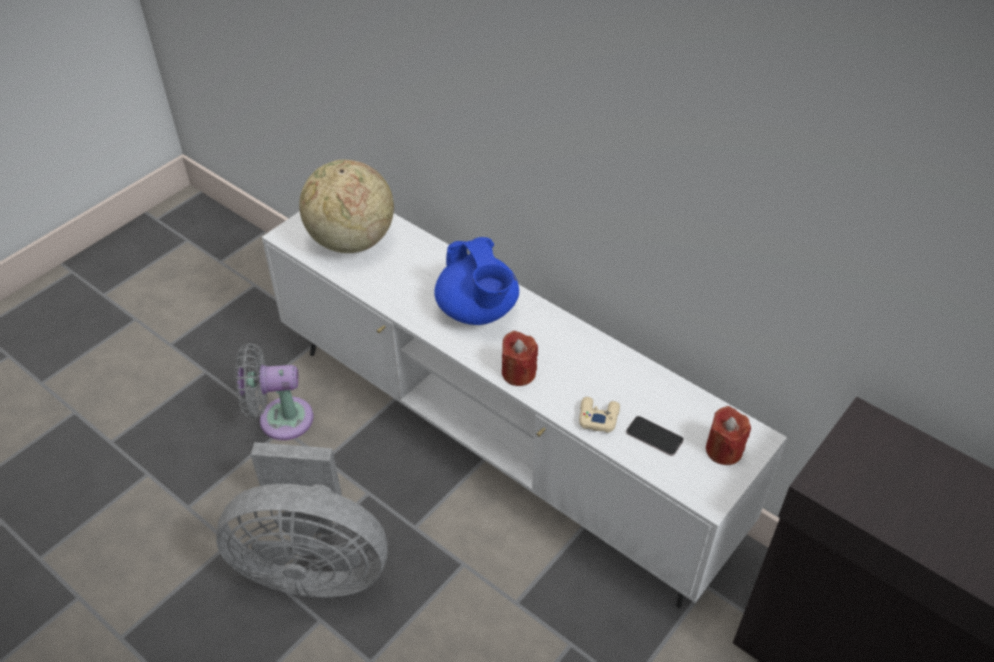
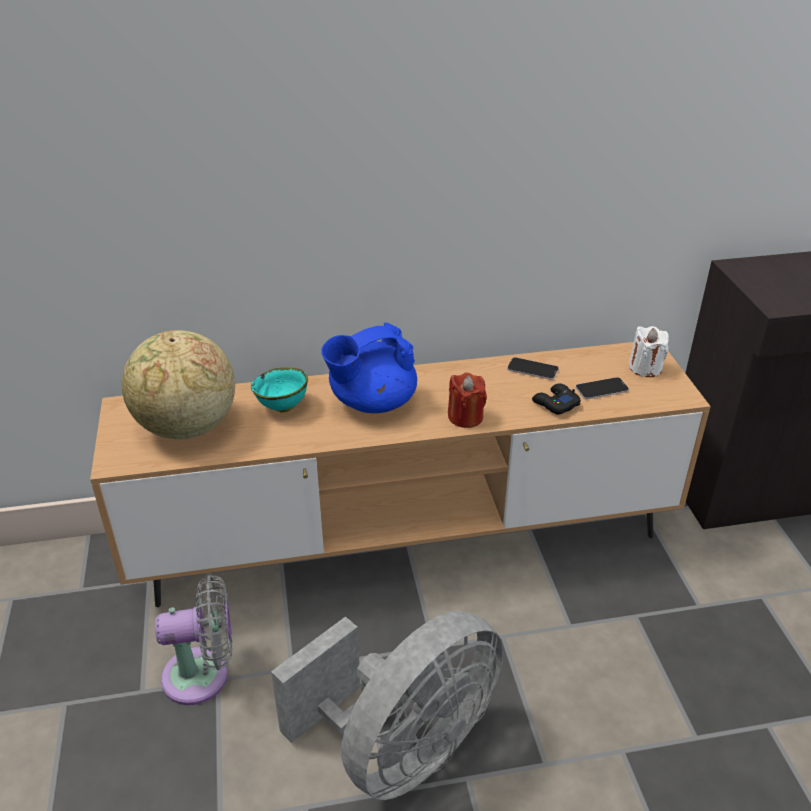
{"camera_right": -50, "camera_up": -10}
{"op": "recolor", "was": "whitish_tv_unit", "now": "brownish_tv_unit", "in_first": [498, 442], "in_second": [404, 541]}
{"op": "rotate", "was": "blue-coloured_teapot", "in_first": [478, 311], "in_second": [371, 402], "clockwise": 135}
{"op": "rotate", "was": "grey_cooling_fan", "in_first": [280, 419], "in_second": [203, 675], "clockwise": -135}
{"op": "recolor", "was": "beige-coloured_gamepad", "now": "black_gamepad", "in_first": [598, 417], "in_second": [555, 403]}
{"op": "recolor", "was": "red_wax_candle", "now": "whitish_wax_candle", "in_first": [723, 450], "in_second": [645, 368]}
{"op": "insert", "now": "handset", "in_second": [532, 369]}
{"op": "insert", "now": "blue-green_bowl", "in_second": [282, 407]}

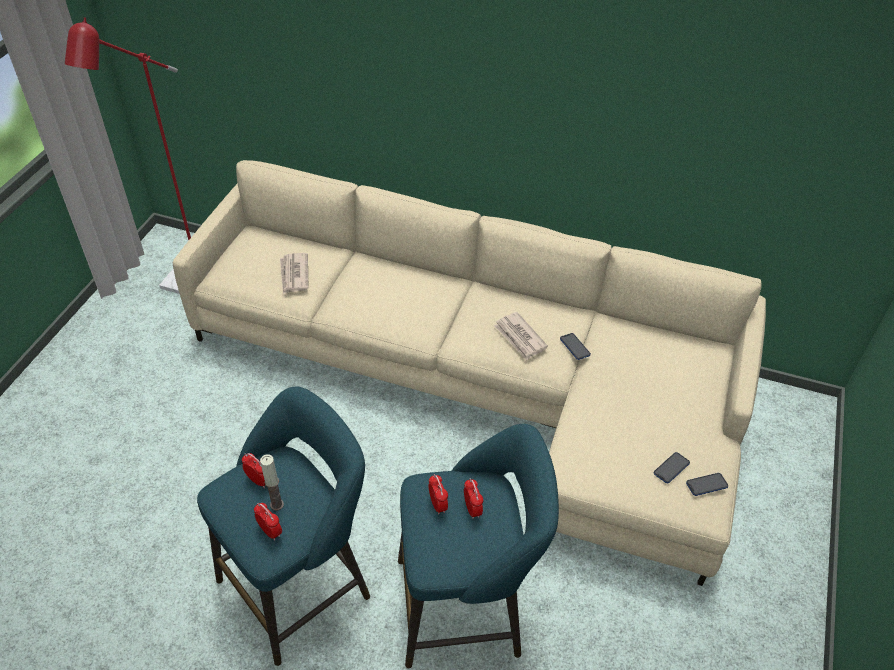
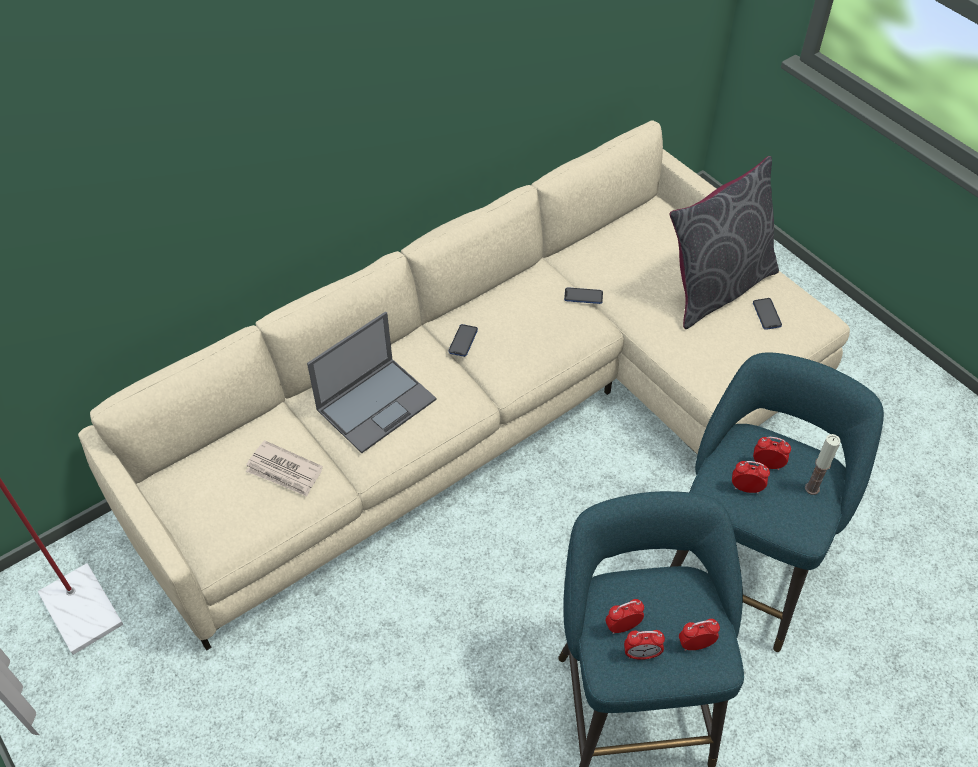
{"camera_right": -55, "camera_up": 5}
{"op": "delete", "was": "daily_paper", "in_first": [520, 338]}
{"op": "move", "was": "wax_candle", "in_first": [277, 504], "in_second": [812, 488]}
{"op": "move", "was": "handset", "in_first": [706, 485], "in_second": [463, 341]}
{"op": "insert", "now": "grey_cushion", "in_second": [716, 287]}
{"op": "insert", "now": "portable_computer", "in_second": [377, 403]}
{"op": "insert", "now": "table_clock", "in_second": [641, 654]}

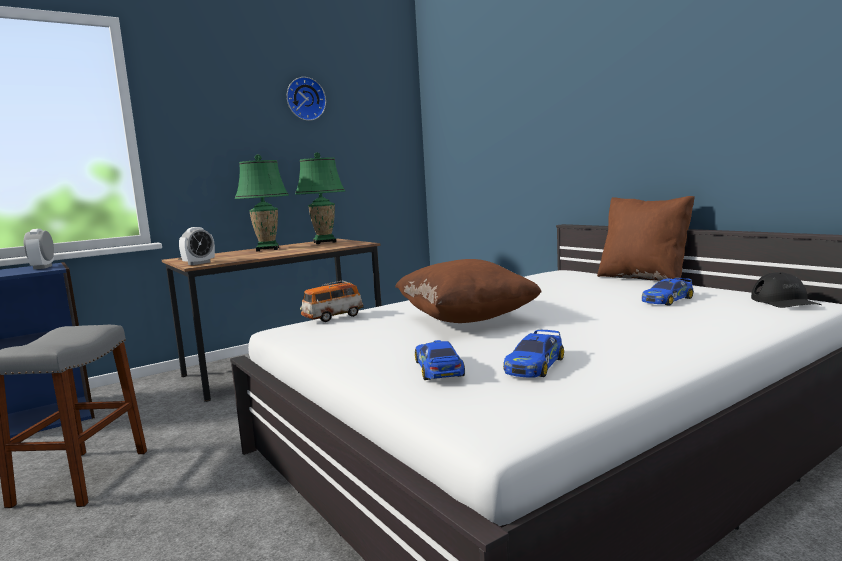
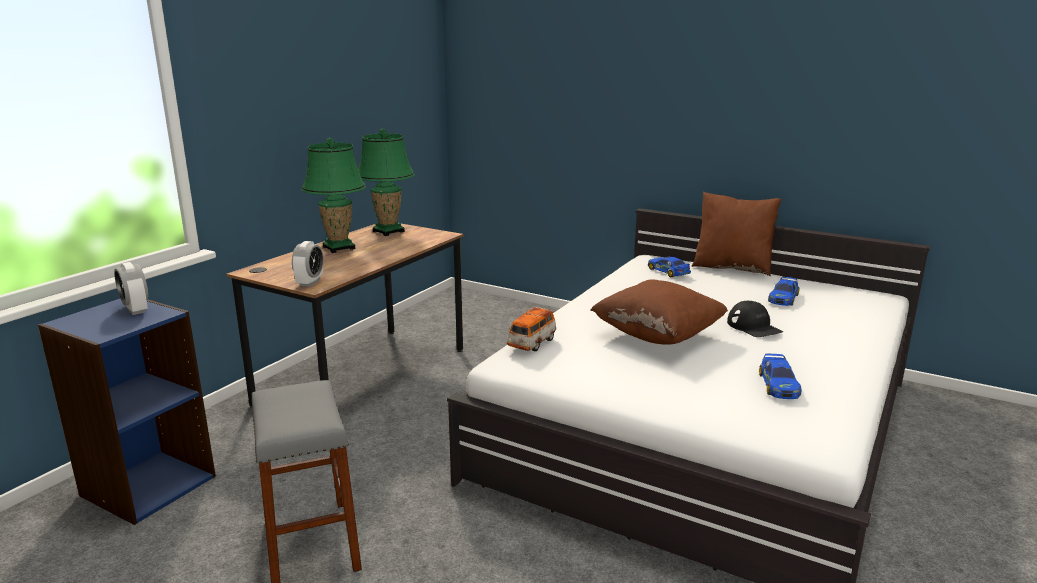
{"camera_right": -25, "camera_up": 10}
{"op": "delete", "was": "clock_on_the_wall", "in_first": [305, 99]}
{"op": "move", "was": "black_peaked_cap", "in_first": [784, 301], "in_second": [754, 327]}
{"op": "move", "was": "model_car", "in_first": [439, 369], "in_second": [668, 271]}

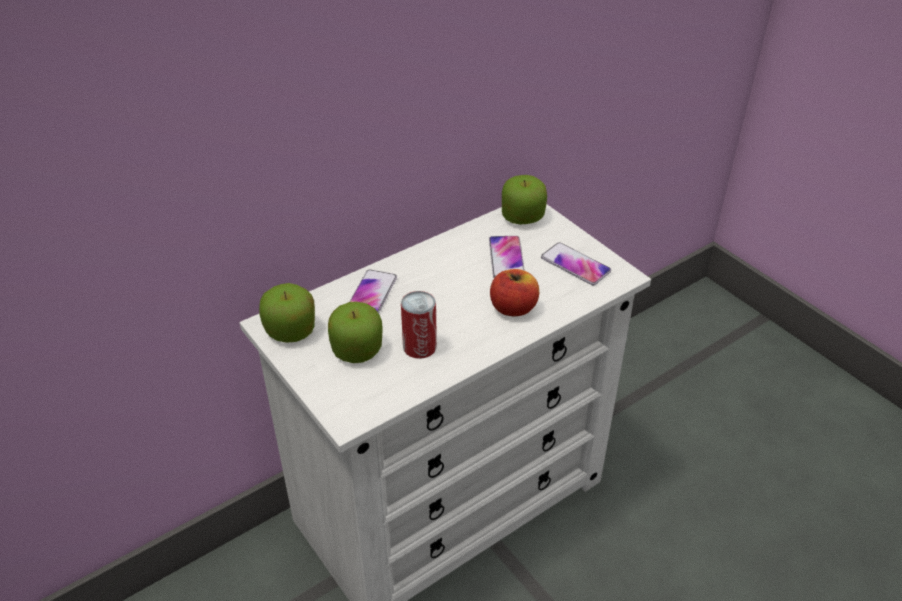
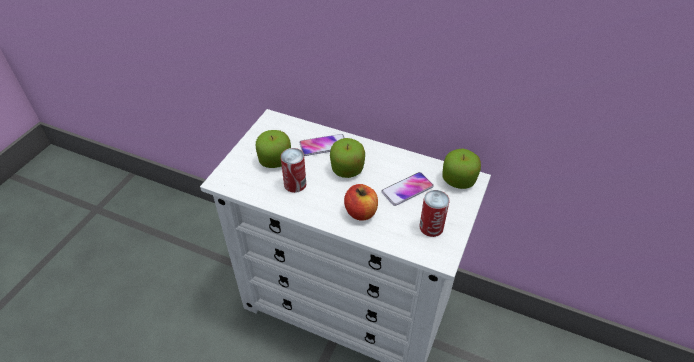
{"camera_right": 60, "camera_up": 5}
{"op": "replace", "was": "handset", "now": "can", "in_first": [575, 265], "in_second": [431, 227]}
{"op": "move", "was": "apple_fruit", "in_first": [291, 330], "in_second": [347, 169]}

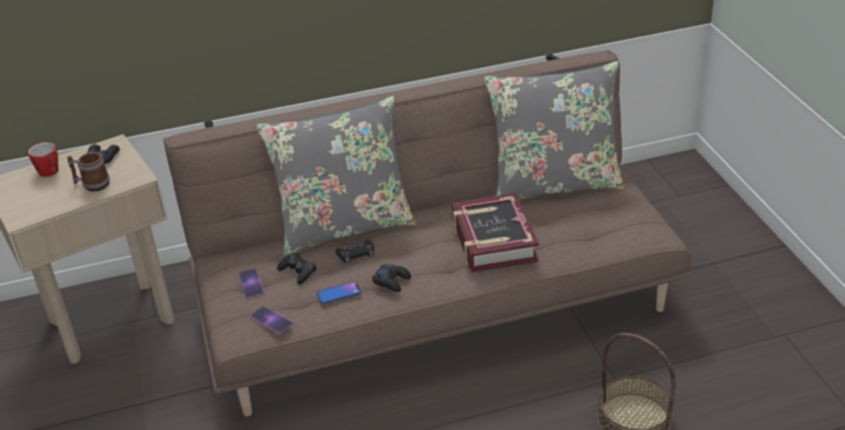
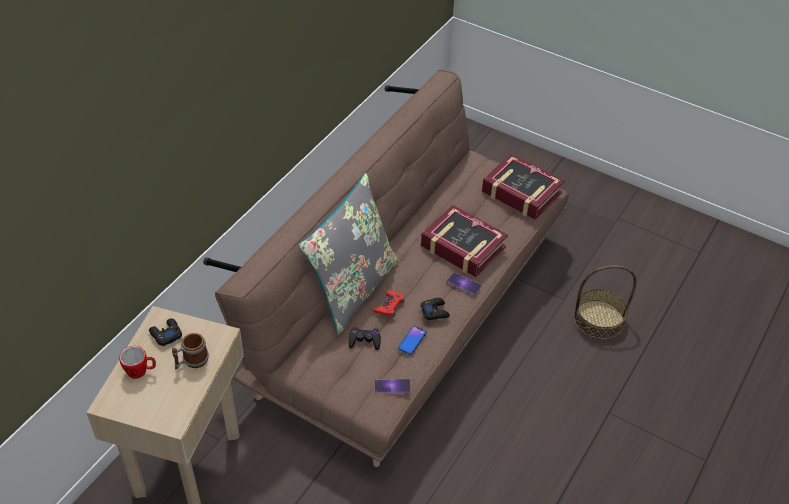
{"camera_right": -45, "camera_up": 10}
{"op": "delete", "was": "grey_cushion", "in_first": [554, 184]}
{"op": "recolor", "was": "black_gamepad", "now": "red_gamepad", "in_first": [356, 255], "in_second": [389, 306]}
{"op": "move", "was": "handset", "in_first": [251, 283], "in_second": [463, 284]}
{"op": "insert", "now": "bound_book", "in_second": [521, 192]}

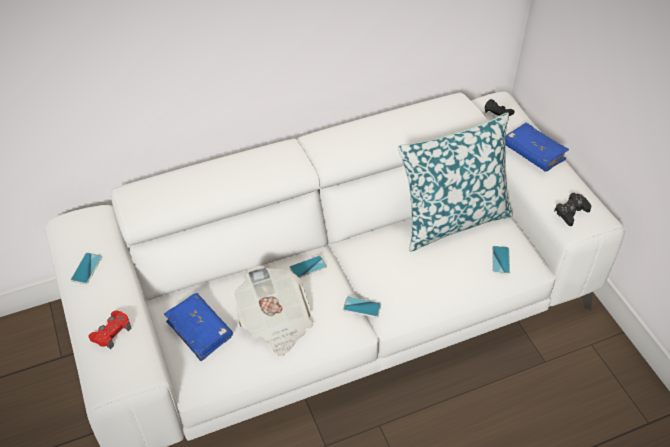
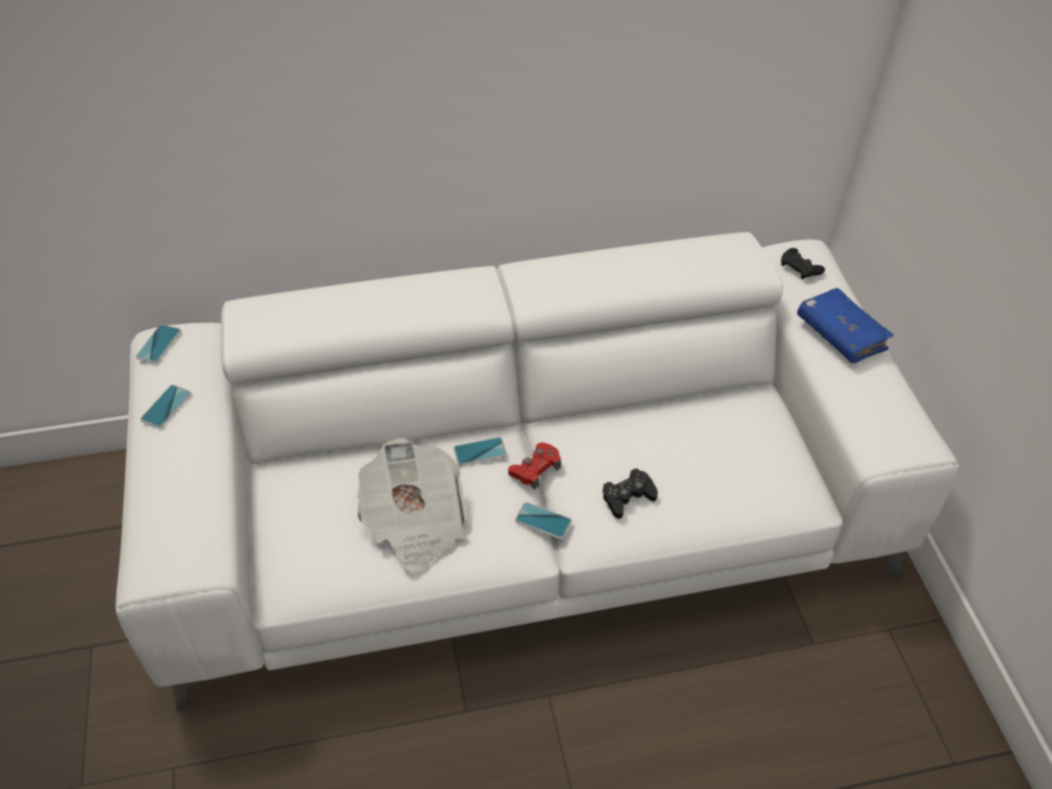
{"camera_right": 10, "camera_up": 0}
{"op": "delete", "was": "cushion", "in_first": [452, 219]}
{"op": "move", "was": "black_gamepad", "in_first": [571, 212], "in_second": [628, 497]}
{"op": "move", "was": "handset", "in_first": [500, 260], "in_second": [158, 344]}
{"op": "delete", "was": "blue-coloured_bound_book", "in_first": [199, 330]}
{"op": "move", "was": "red_gamepad", "in_first": [111, 332], "in_second": [535, 469]}

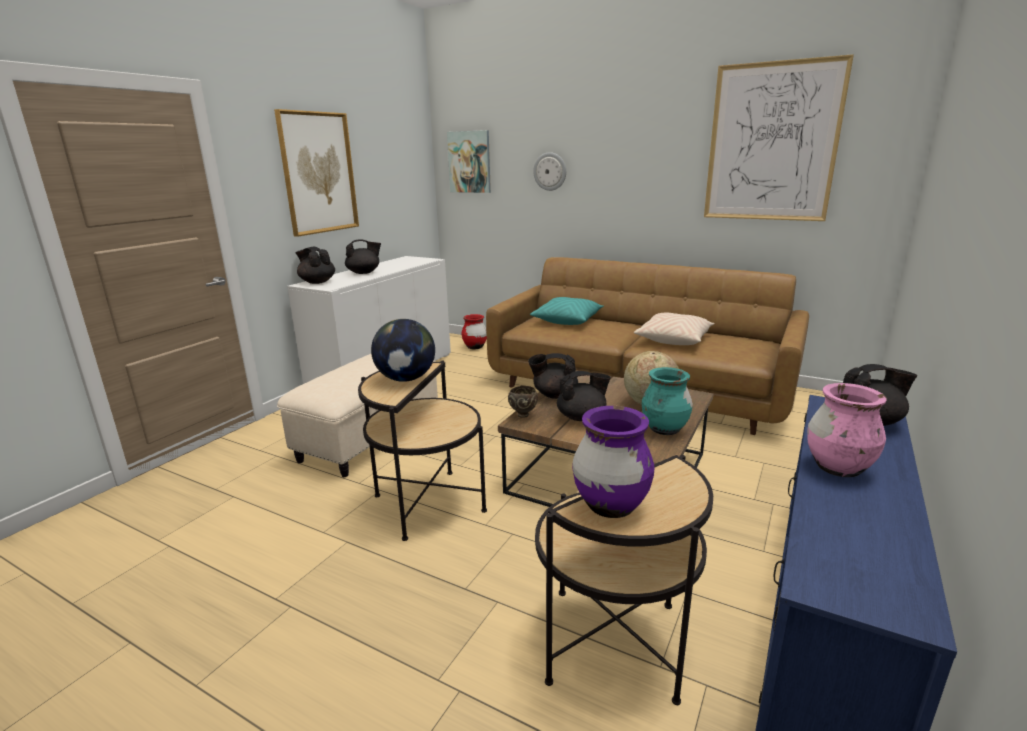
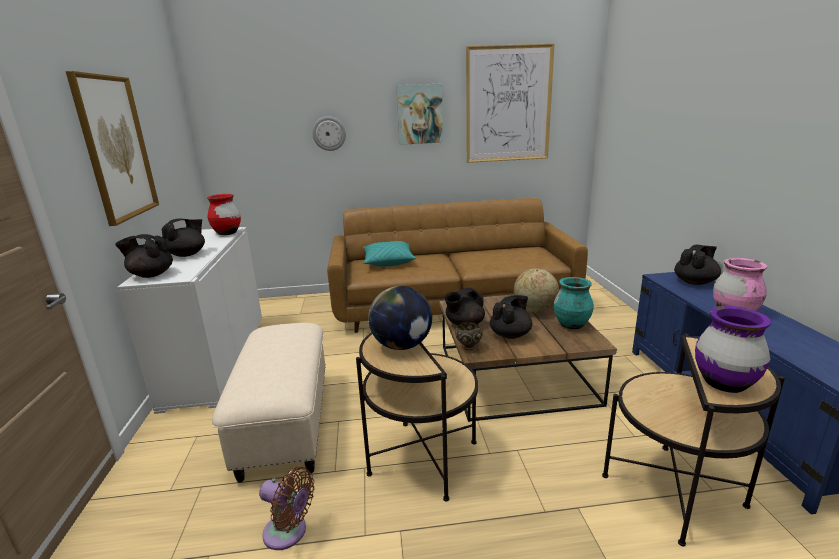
{"camera_right": -35, "camera_up": 0}
{"op": "move", "was": "wall_art", "in_first": [469, 162], "in_second": [420, 114]}
{"op": "delete", "was": "beige-coloured_cushion", "in_first": [673, 339]}
{"op": "move", "was": "red_decorative_vase", "in_first": [475, 347], "in_second": [227, 233]}
{"op": "insert", "now": "brownish_cooling_fan", "in_second": [288, 533]}

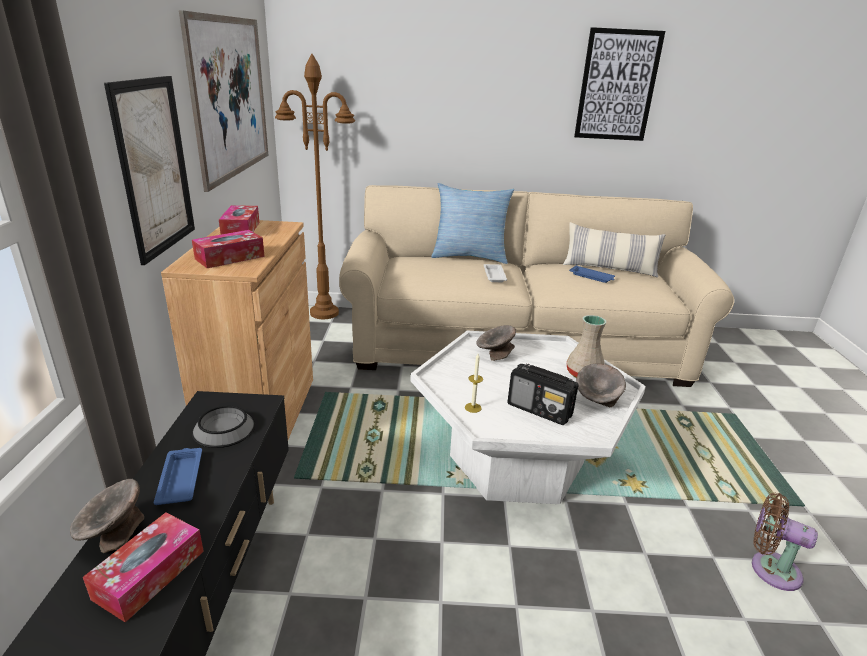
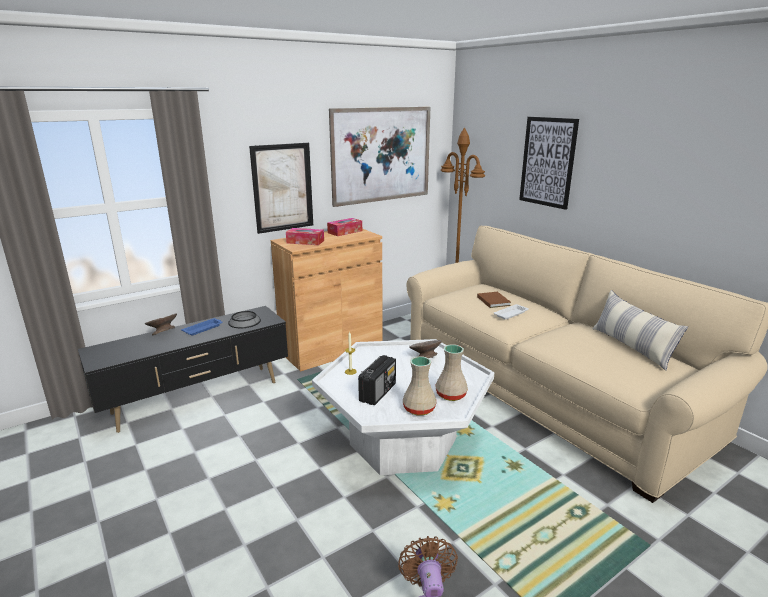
{"camera_right": 55, "camera_up": -5}
{"op": "move", "was": "wall_art", "in_first": [617, 86], "in_second": [547, 162]}
{"op": "delete", "was": "cushion", "in_first": [469, 256]}
{"op": "delete", "was": "blue-coloured_tray", "in_first": [592, 277]}
{"op": "replace", "was": "grey_bowl", "now": "beige-coloured_decorative_vase", "in_first": [597, 401], "in_second": [420, 409]}
{"op": "rotate", "was": "radio_set", "in_first": [540, 410], "in_second": [378, 392], "clockwise": -150}
{"op": "delete", "was": "box_of_tissues", "in_first": [149, 574]}
{"op": "insert", "now": "brownish_bound_book", "in_second": [493, 300]}

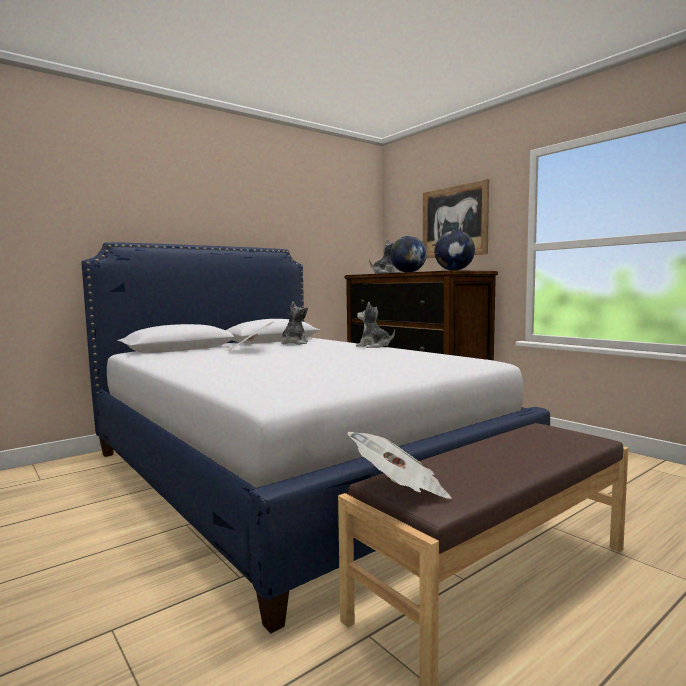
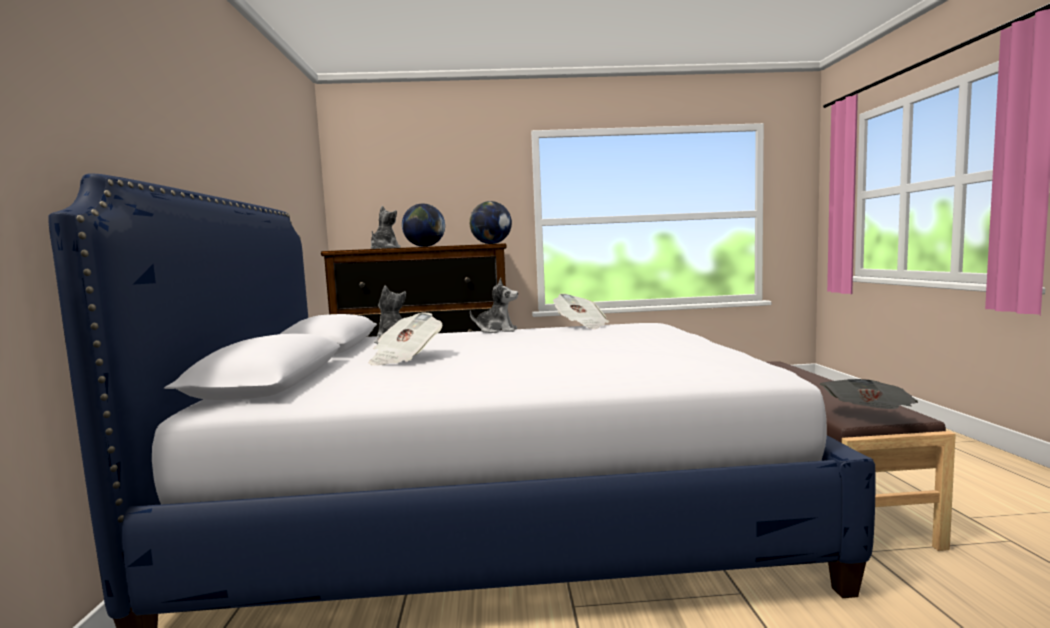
{"camera_right": -55, "camera_up": 0}
{"op": "delete", "was": "wall_art", "in_first": [454, 221]}
{"op": "rotate", "was": "cuddly_toy", "in_first": [374, 346], "in_second": [497, 330], "clockwise": -150}
{"op": "insert", "now": "daily_paper", "in_second": [581, 326]}

